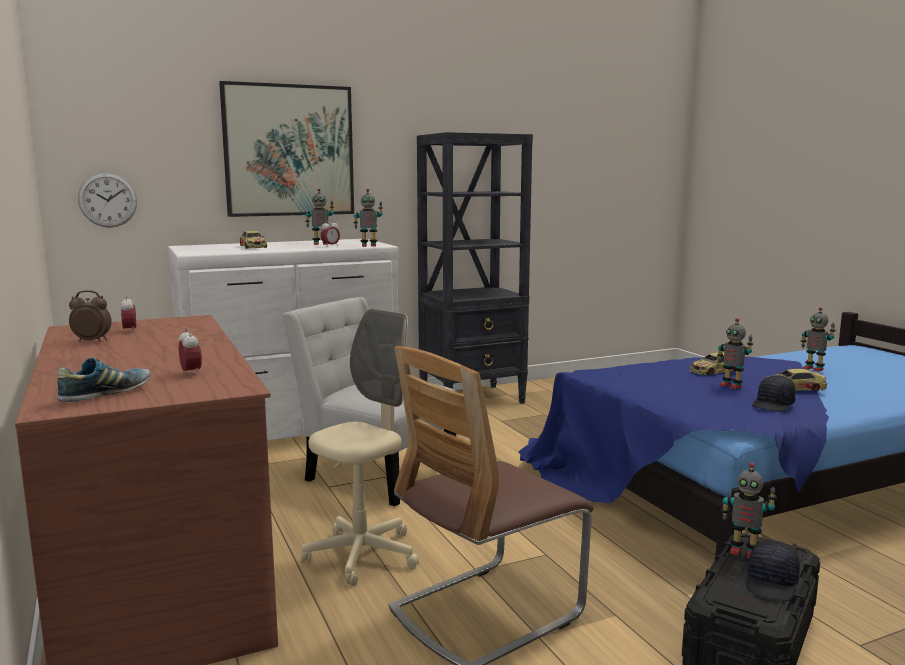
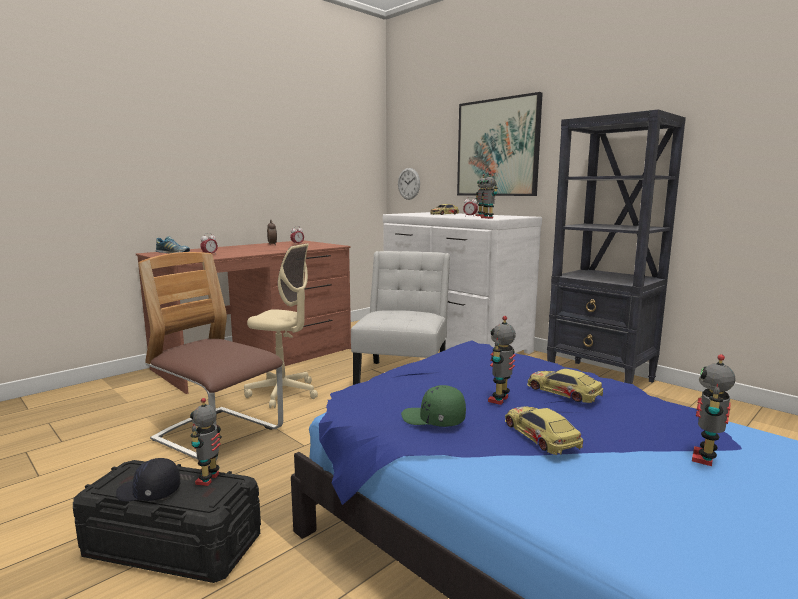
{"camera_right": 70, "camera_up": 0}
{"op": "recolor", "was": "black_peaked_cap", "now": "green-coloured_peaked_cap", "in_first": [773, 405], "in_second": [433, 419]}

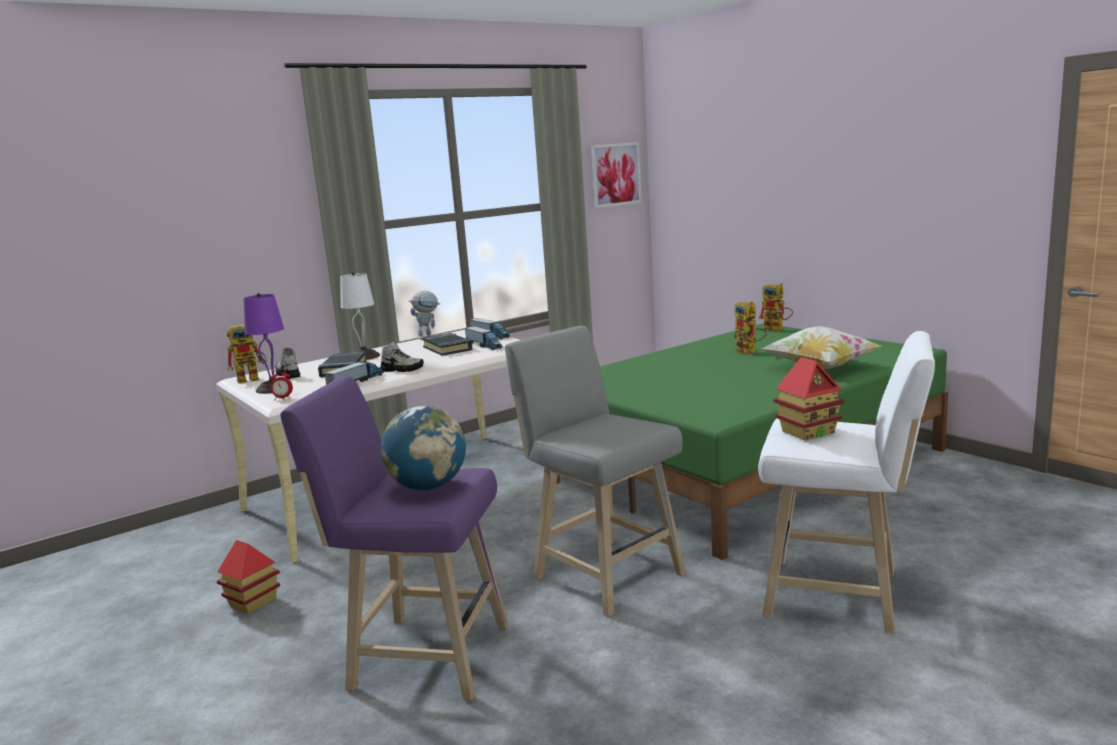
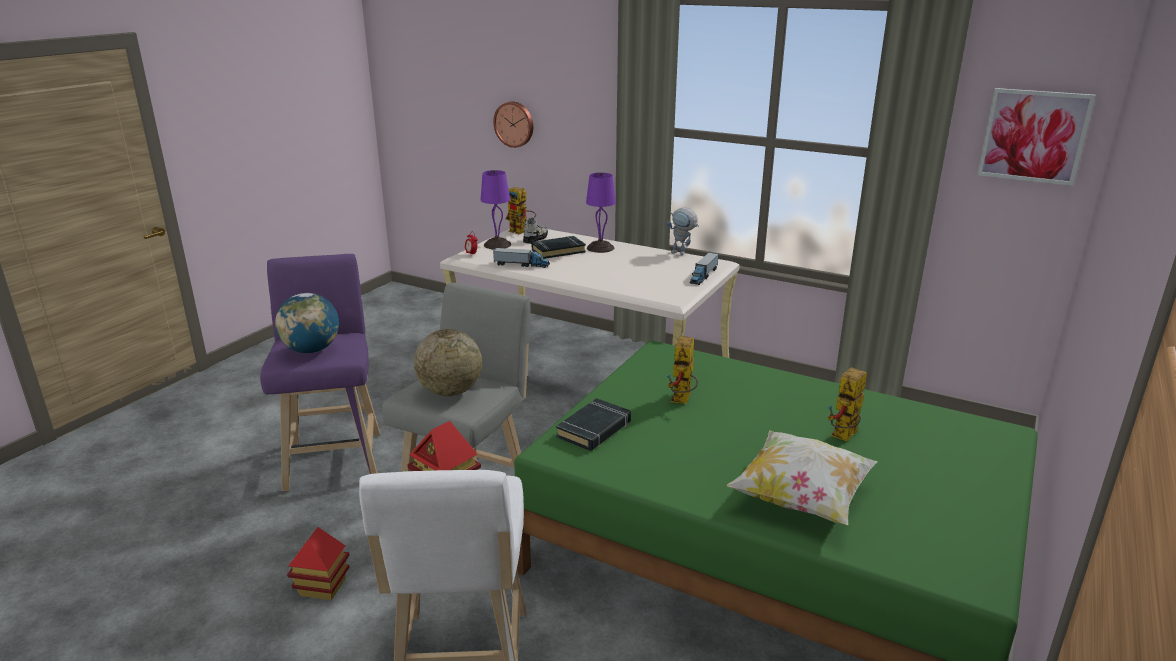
{"camera_right": 65, "camera_up": 10}
{"op": "recolor", "was": "whitish_table_lamp", "now": "purple-coloured_table_lamp", "in_first": [365, 356], "in_second": [600, 248]}
{"op": "move", "was": "toy_robot", "in_first": [777, 330], "in_second": [682, 401]}
{"op": "delete", "was": "toy_truck", "in_first": [484, 345]}
{"op": "move", "was": "black_bound_book", "in_first": [448, 348], "in_second": [594, 429]}
{"op": "delete", "was": "item_of_footwear", "in_first": [402, 369]}
{"op": "move", "was": "miniature_house", "in_first": [253, 602], "in_second": [322, 587]}
{"op": "insert", "now": "clock_on_the_wall", "in_second": [514, 124]}
{"op": "insert", "now": "desk_globe", "in_second": [450, 391]}

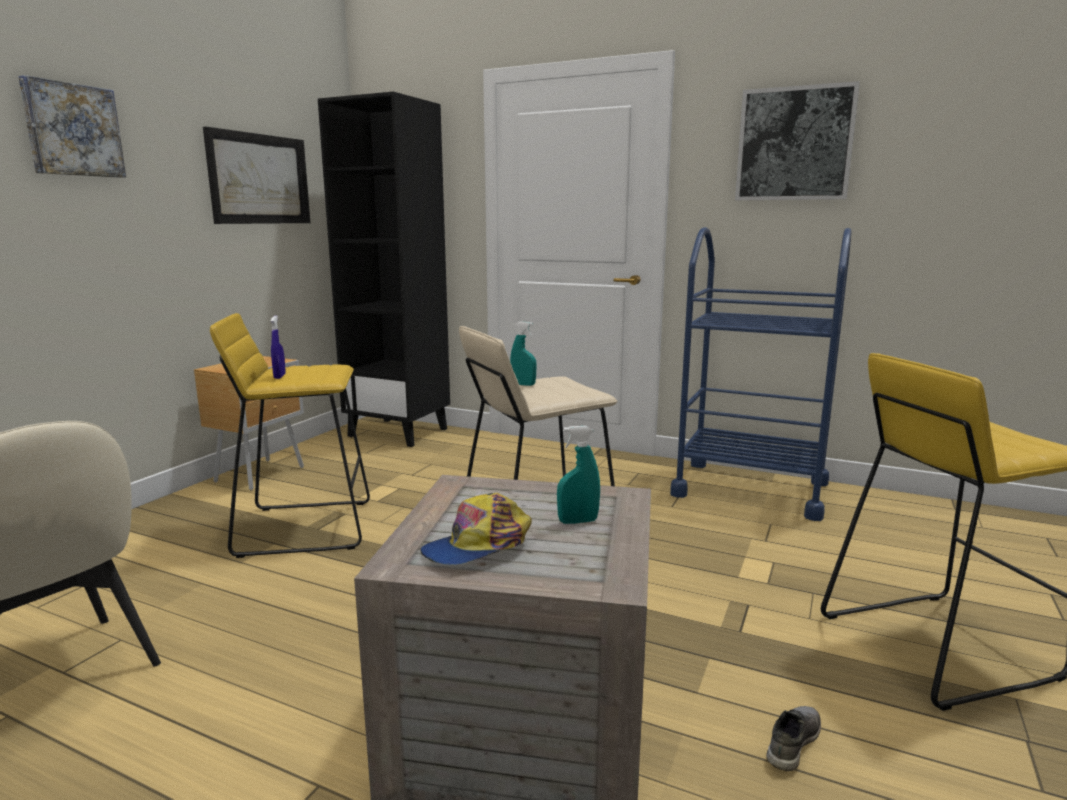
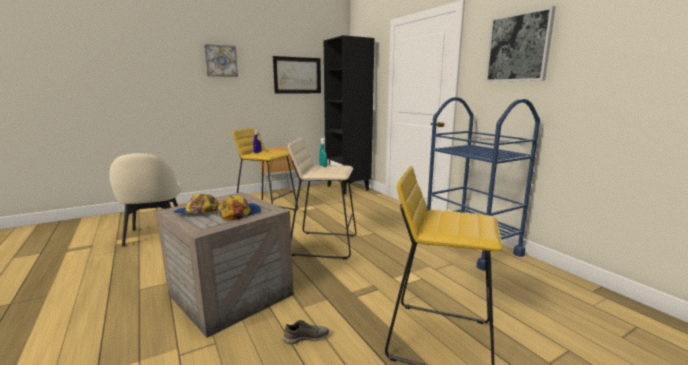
{"camera_right": 35, "camera_up": 0}
{"op": "replace", "was": "blue-green_spray_bottle", "now": "peaked_cap", "in_first": [578, 521], "in_second": [240, 213]}

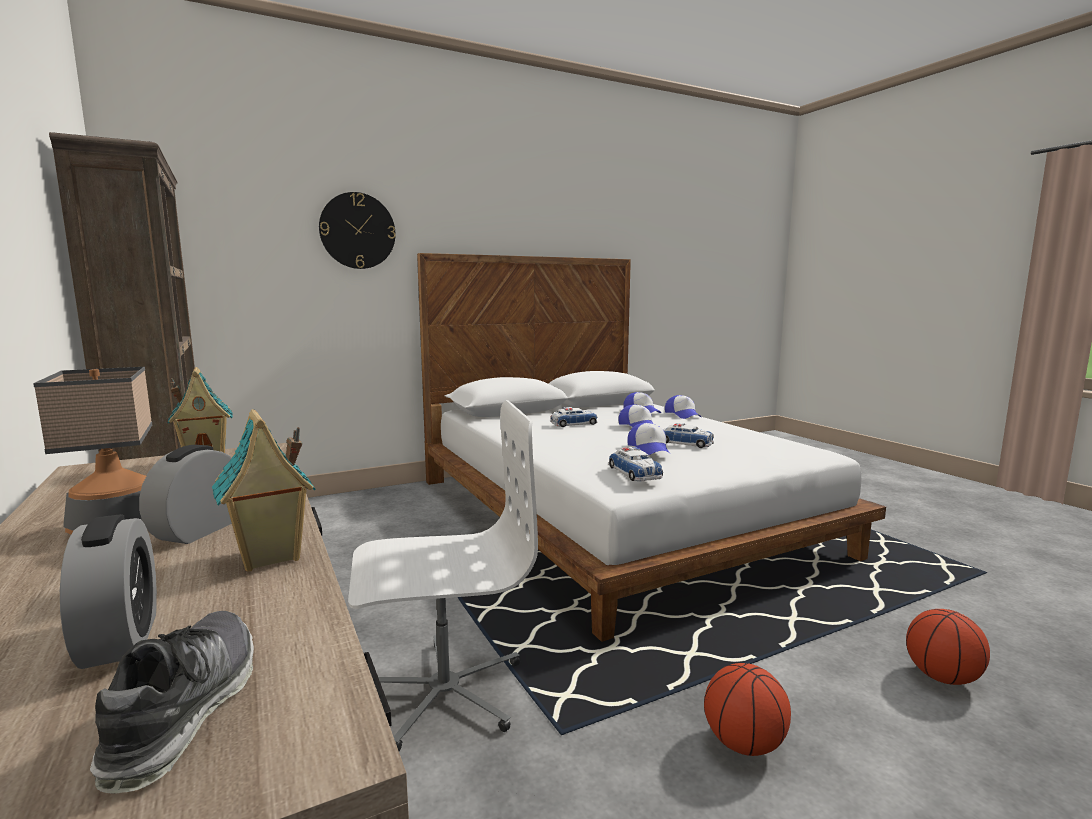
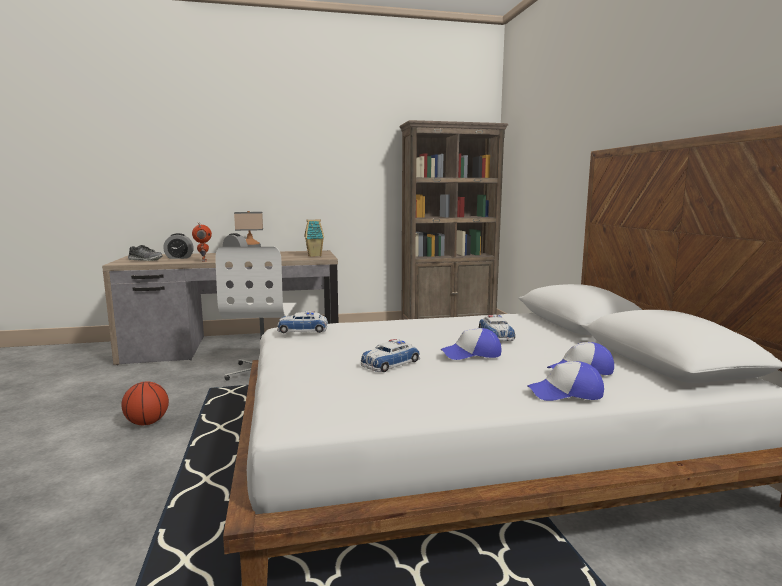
{"camera_right": 105, "camera_up": 0}
{"op": "delete", "was": "clock_on_the_wall", "in_first": [357, 231]}
{"op": "replace", "was": "miniature_house", "now": "toy_robot", "in_first": [269, 557], "in_second": [203, 260]}
{"op": "delete", "was": "peaked_cap", "in_first": [649, 449]}
{"op": "delete", "was": "basketball_ball", "in_first": [942, 677]}

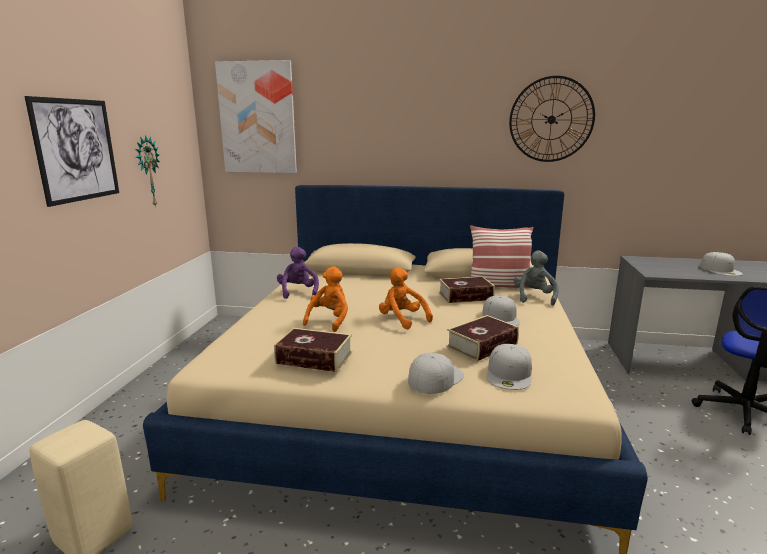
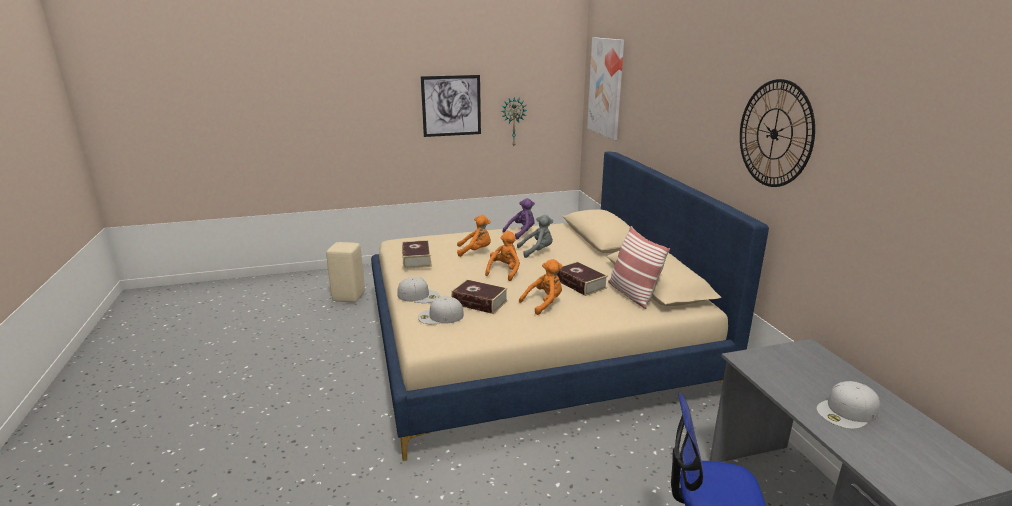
{"camera_right": 65, "camera_up": 5}
{"op": "move", "was": "grey_cuddly_toy", "in_first": [534, 297], "in_second": [537, 251]}
{"op": "replace", "was": "whitish_peaked_cap", "now": "orangey_cuddly_toy", "in_first": [501, 318], "in_second": [544, 303]}

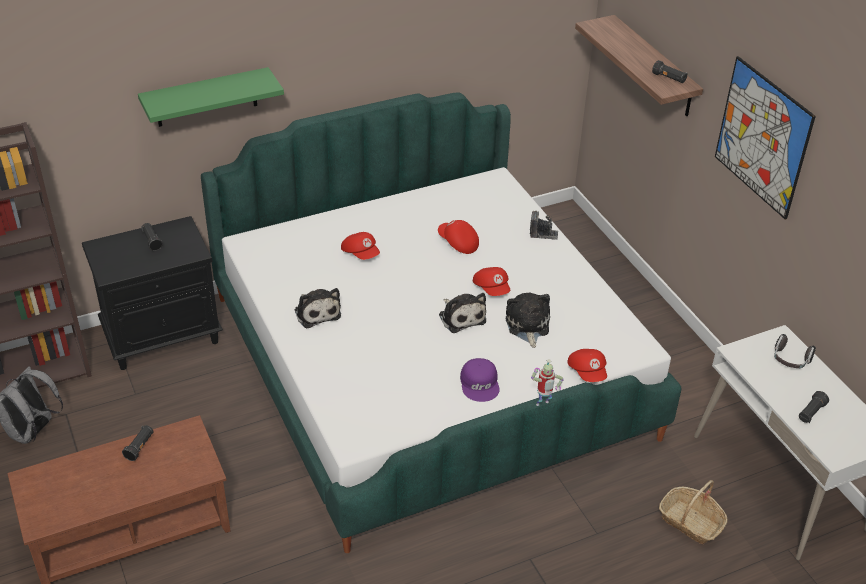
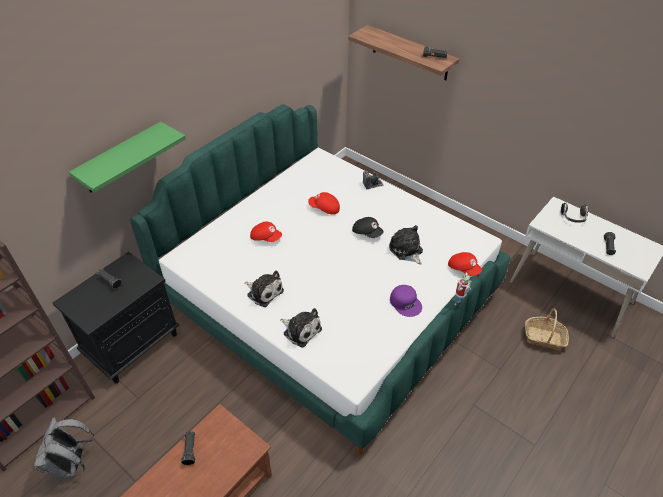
{"camera_right": -25, "camera_up": 5}
{"op": "delete", "was": "wall_art", "in_first": [762, 137]}
{"op": "recolor", "was": "red_peaked_cap", "now": "black_peaked_cap", "in_first": [492, 289], "in_second": [367, 232]}
{"op": "move", "was": "cuddly_toy", "in_first": [461, 317], "in_second": [301, 330]}

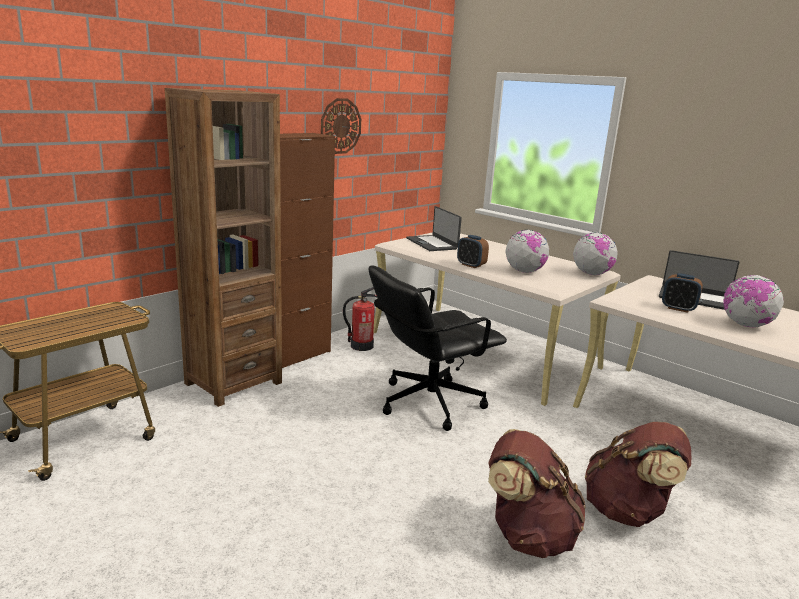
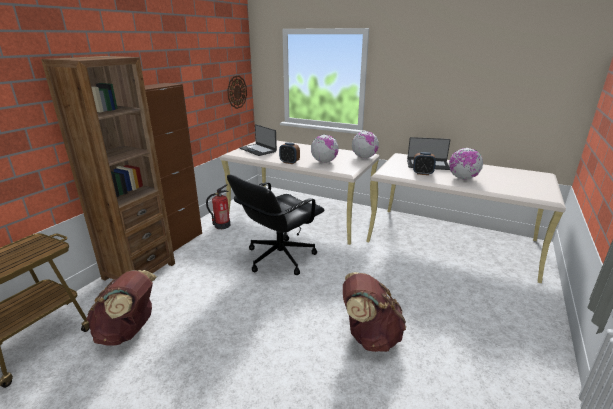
{"camera_right": -15, "camera_up": 5}
{"op": "move", "was": "clock_on_the_wall", "in_first": [340, 126], "in_second": [237, 92]}
{"op": "move", "was": "brownish_backpack", "in_first": [628, 511], "in_second": [128, 331]}

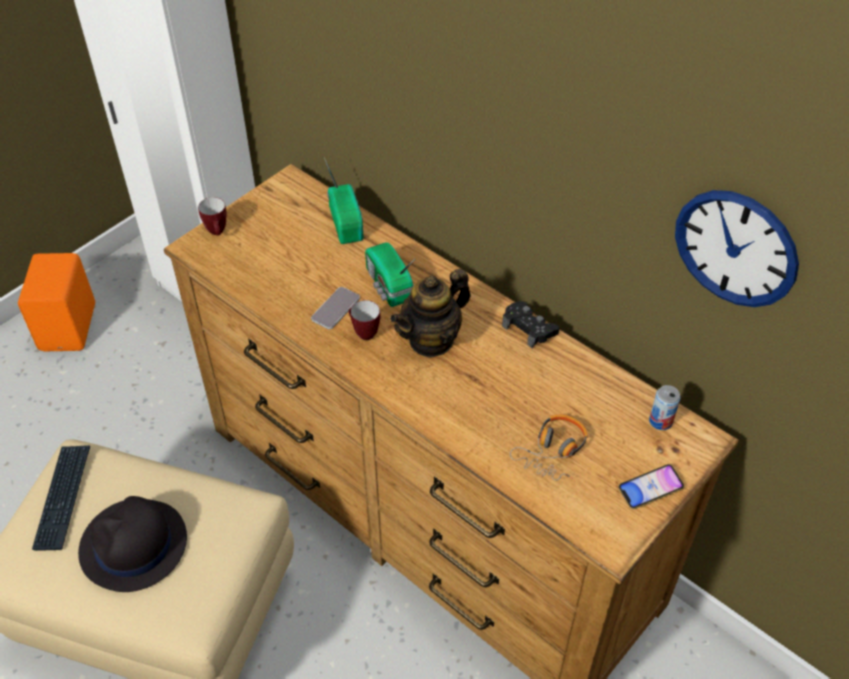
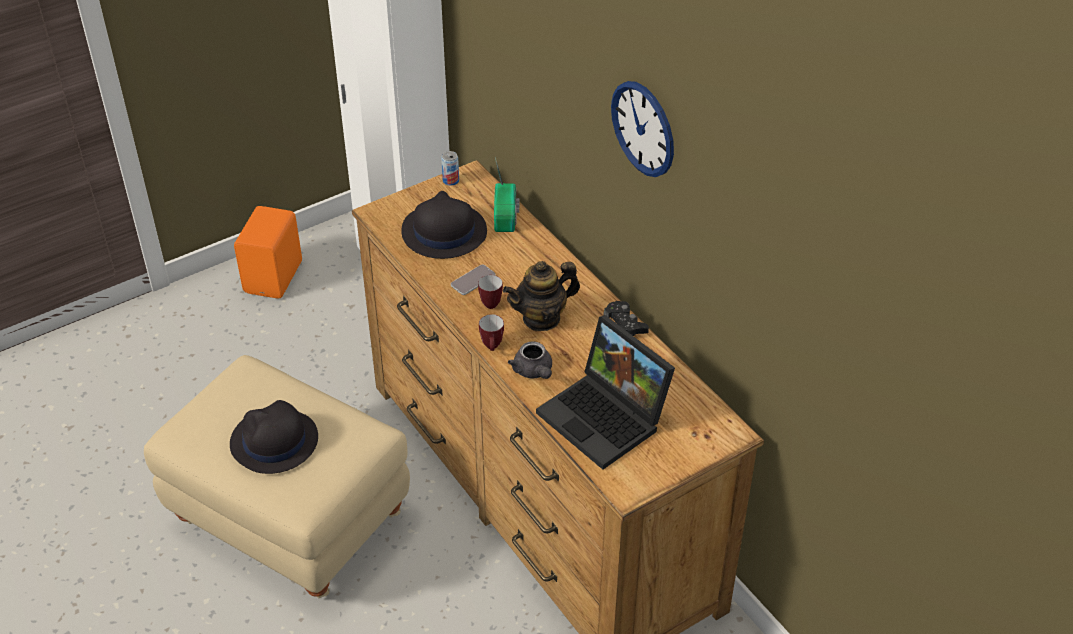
{"camera_right": 15, "camera_up": -5}
{"op": "move", "was": "clock_on_the_wall", "in_first": [735, 248], "in_second": [643, 128]}
{"op": "move", "was": "coffee_mug", "in_first": [218, 233], "in_second": [492, 347]}
{"op": "delete", "was": "radio_set", "in_first": [388, 286]}
{"op": "move", "was": "can", "in_first": [660, 421], "in_second": [451, 180]}
{"op": "replace", "was": "headset", "now": "portable_computer", "in_first": [553, 452], "in_second": [606, 418]}
{"op": "delete", "was": "PC_keyboard", "in_first": [63, 497]}
{"op": "delete", "was": "handset", "in_first": [650, 489]}
{"op": "insert", "now": "black_wearable_hat", "in_second": [443, 232]}
{"op": "insert", "now": "grey_teapot", "in_second": [534, 372]}

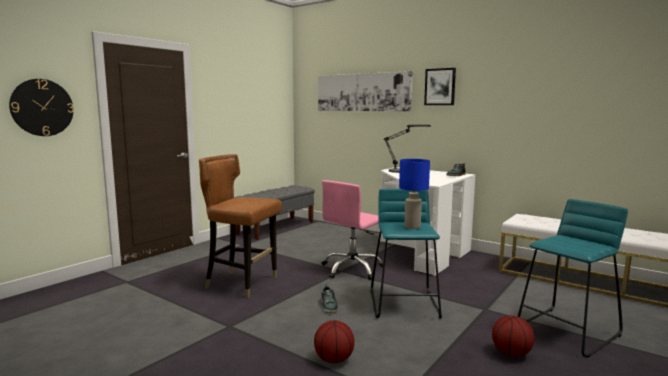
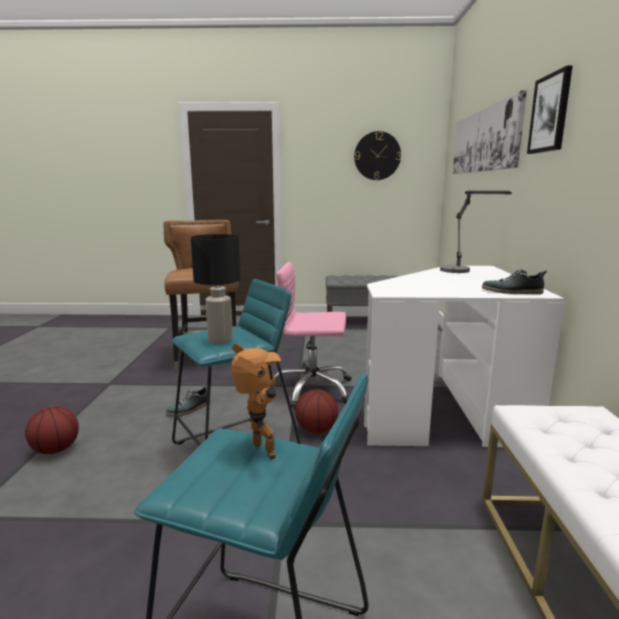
{"camera_right": 55, "camera_up": 5}
{"op": "move", "was": "clock_on_the_wall", "in_first": [42, 107], "in_second": [377, 156]}
{"op": "recolor", "was": "blue-coloured_table_lamp", "now": "black_table_lamp", "in_first": [412, 227], "in_second": [221, 340]}
{"op": "move", "was": "basketball_ball", "in_first": [511, 354], "in_second": [316, 430]}
{"op": "insert", "now": "toy_robot", "in_second": [259, 453]}

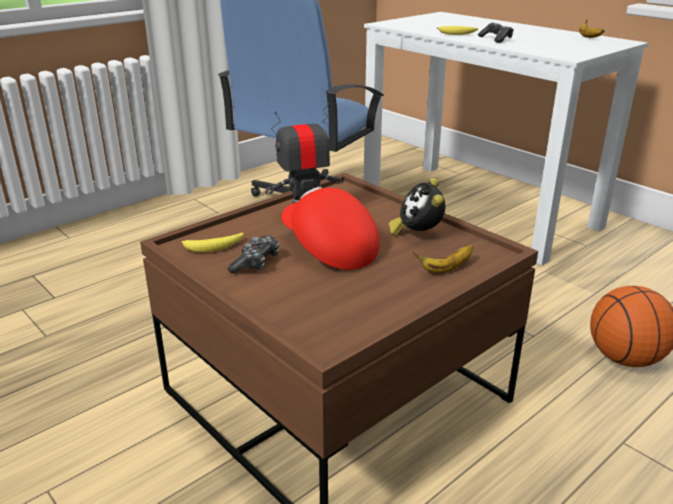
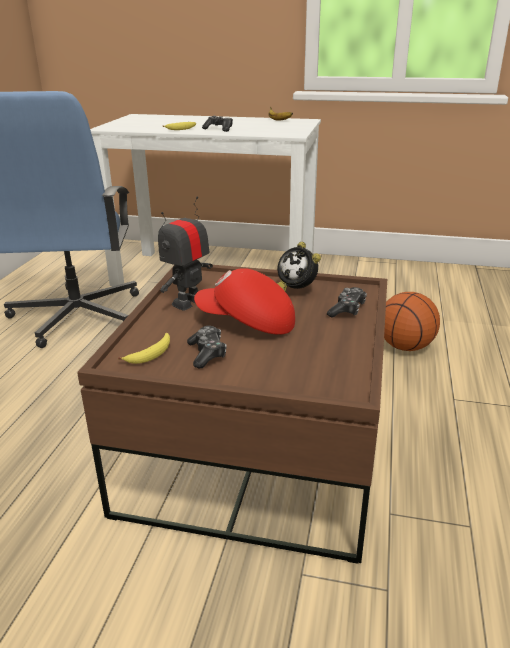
{"camera_right": -35, "camera_up": 0}
{"op": "replace", "was": "banana_fruit", "now": "gamepad", "in_first": [446, 269], "in_second": [347, 309]}

